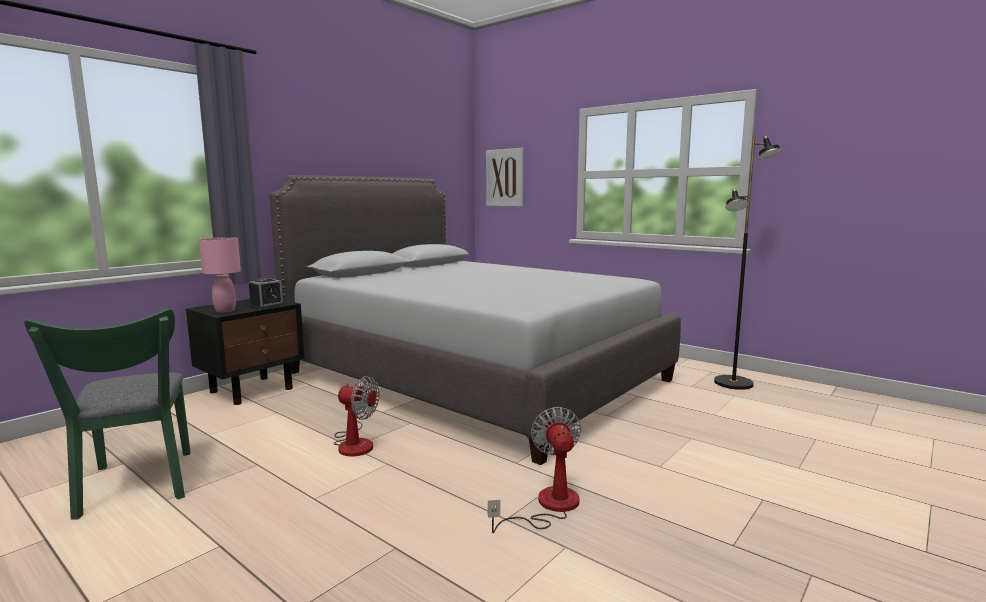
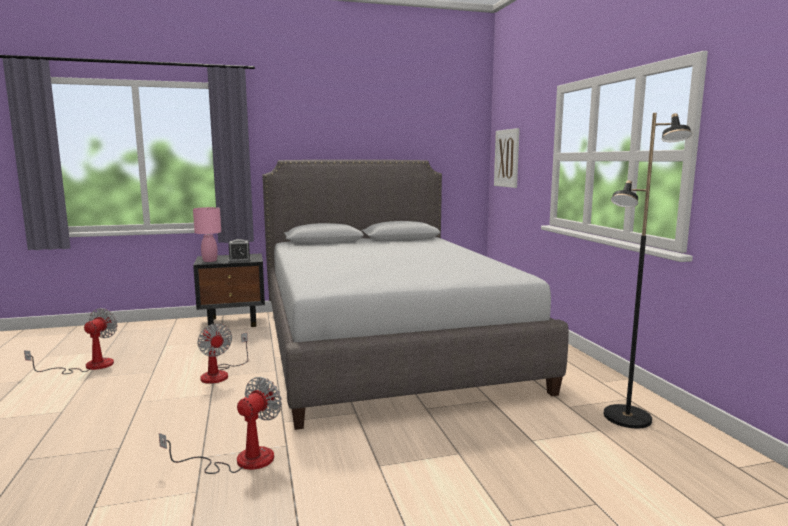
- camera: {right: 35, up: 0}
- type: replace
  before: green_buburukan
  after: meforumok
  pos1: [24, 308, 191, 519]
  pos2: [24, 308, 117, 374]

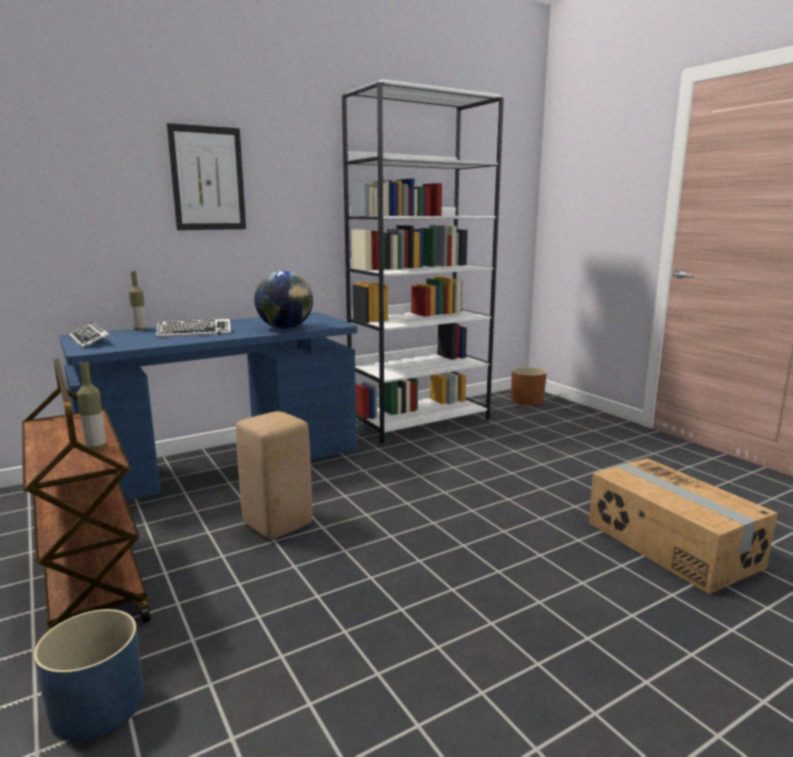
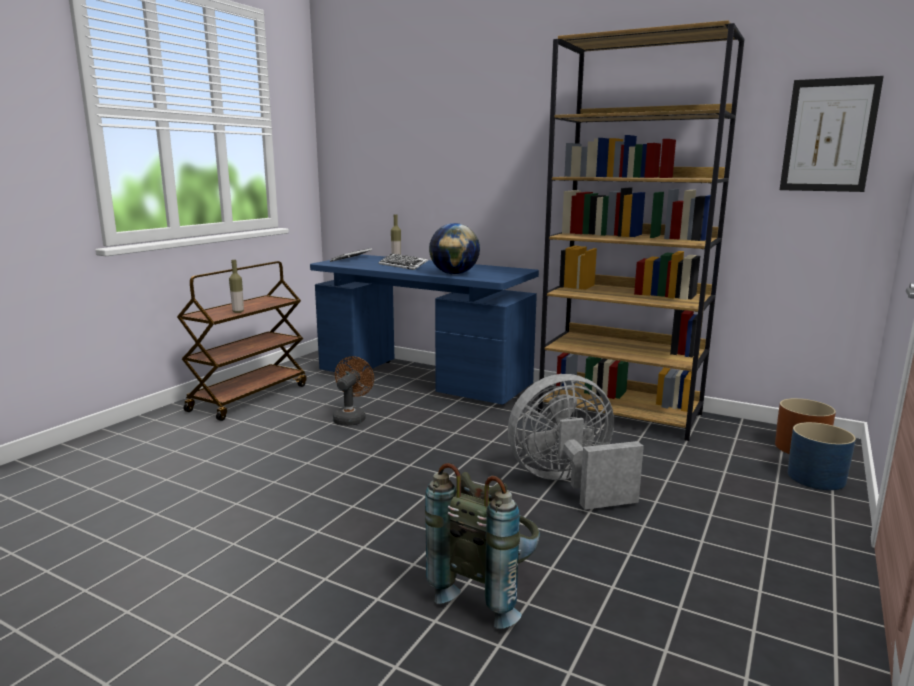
- camera: {right: 60, up: 0}
- type: move
  before: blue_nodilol
  pos1: [34, 609, 143, 741]
  pos2: [788, 422, 856, 490]
- type: move
  before: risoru
  pos1: [167, 123, 246, 230]
  pos2: [780, 76, 884, 192]
- type: replace
  before: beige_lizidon
  after: brown_meforumok
  pos1: [236, 411, 312, 539]
  pos2: [333, 356, 374, 426]
- type: recolor
  before: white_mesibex
  after: brown_mesibex
  pos1: [342, 79, 504, 444]
  pos2: [538, 20, 745, 441]
- type: replace
  before: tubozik
  after: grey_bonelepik
  pos1: [589, 458, 778, 594]
  pos2: [425, 463, 540, 629]
- type: insert
  after: grey_meforumok
  pos2: [508, 374, 644, 510]

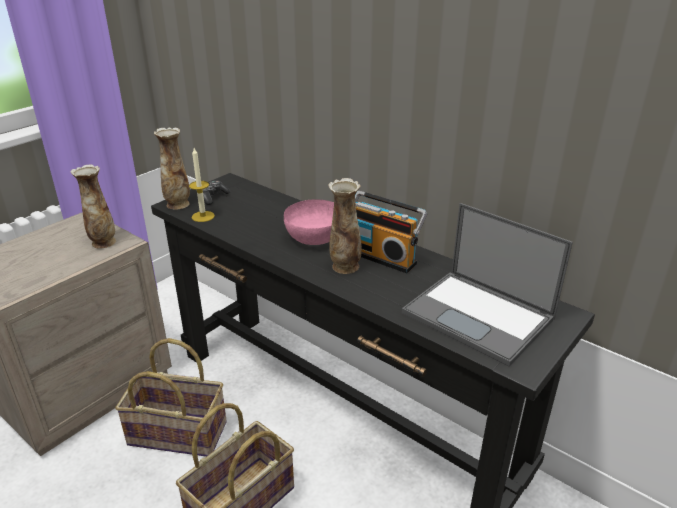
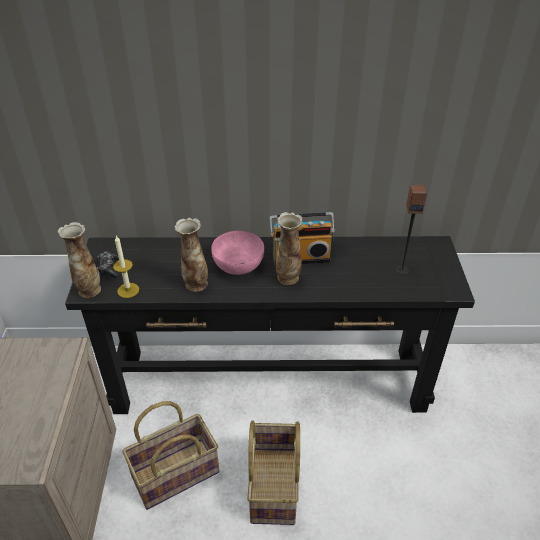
- camera: {right: -40, up: 10}
- type: move
  before: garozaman
  pos1: [71, 165, 116, 249]
  pos2: [175, 218, 208, 292]
- type: replace
  before: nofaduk
  after: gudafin
  pos1: [402, 203, 573, 367]
  pos2: [396, 185, 427, 275]

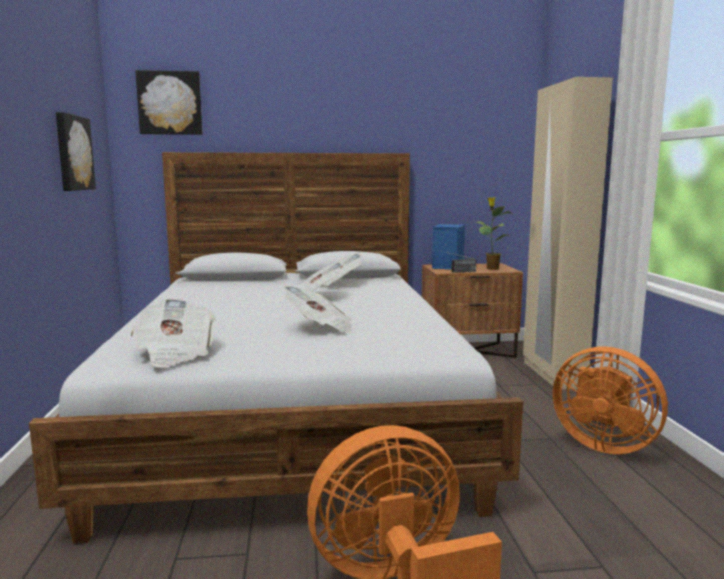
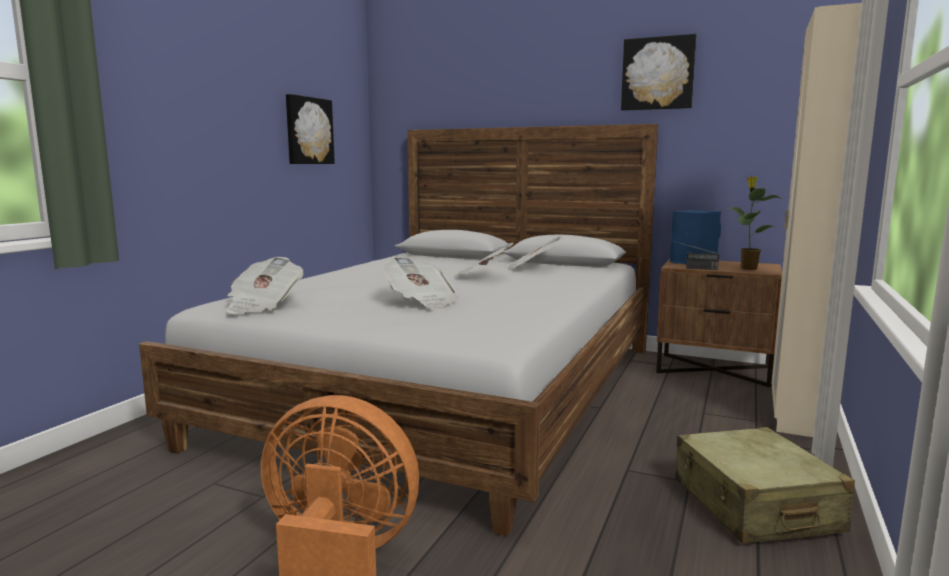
- camera: {right: 30, up: 0}
- type: move
  before: risoru
  pos1: [135, 70, 203, 135]
  pos2: [621, 34, 697, 111]
- type: replace
  before: orange_meforumok
  after: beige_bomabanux
  pos1: [553, 346, 668, 454]
  pos2: [676, 427, 855, 543]

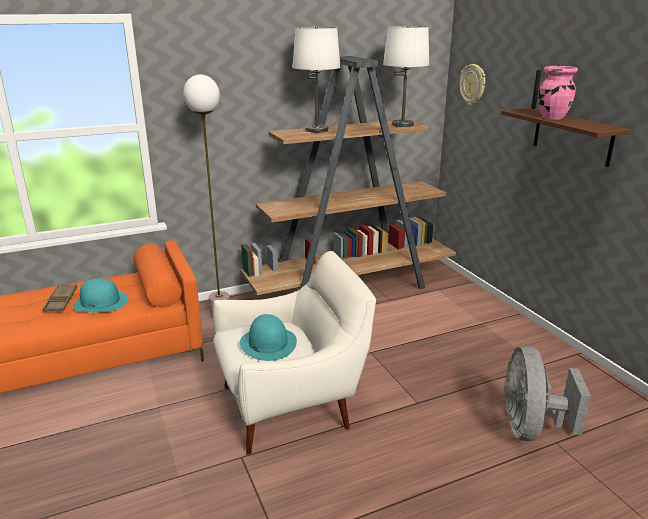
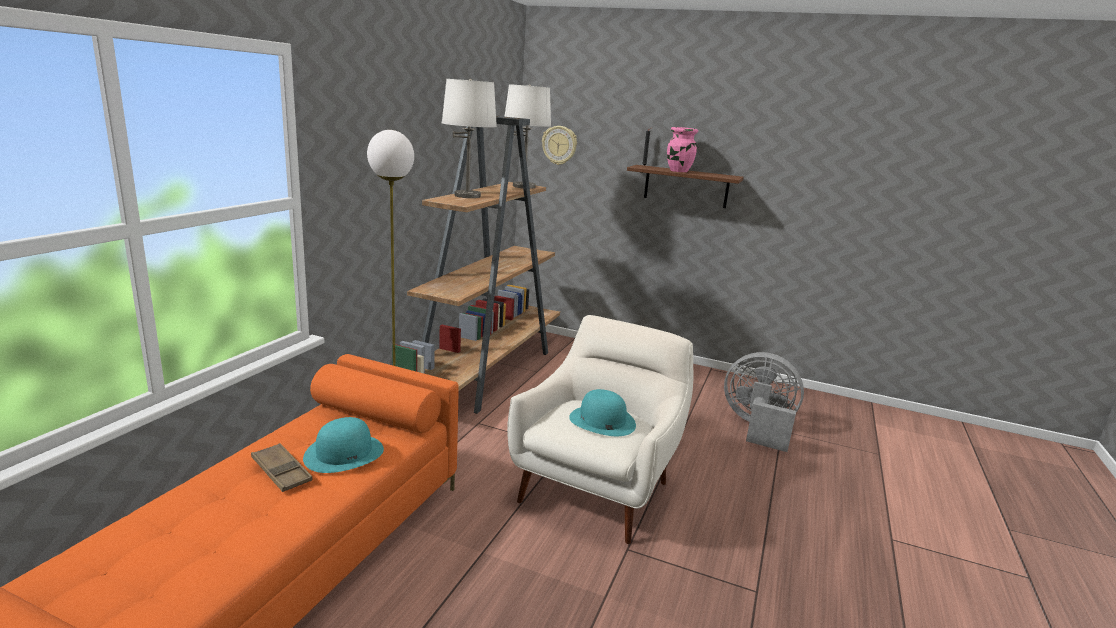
- camera: {right: -45, up: -5}
- type: rotate
  before: grey_meforumok
  pos1: [504, 346, 591, 441]
  pos2: [724, 352, 804, 452]
  turn: 150

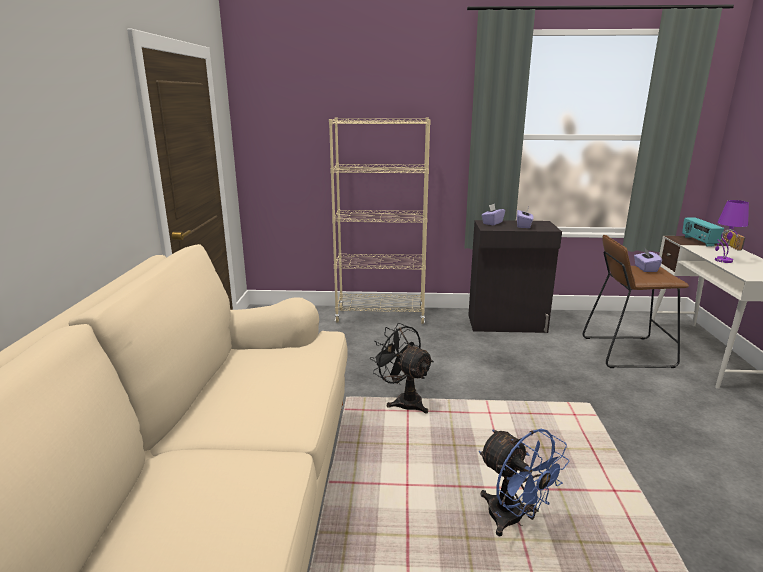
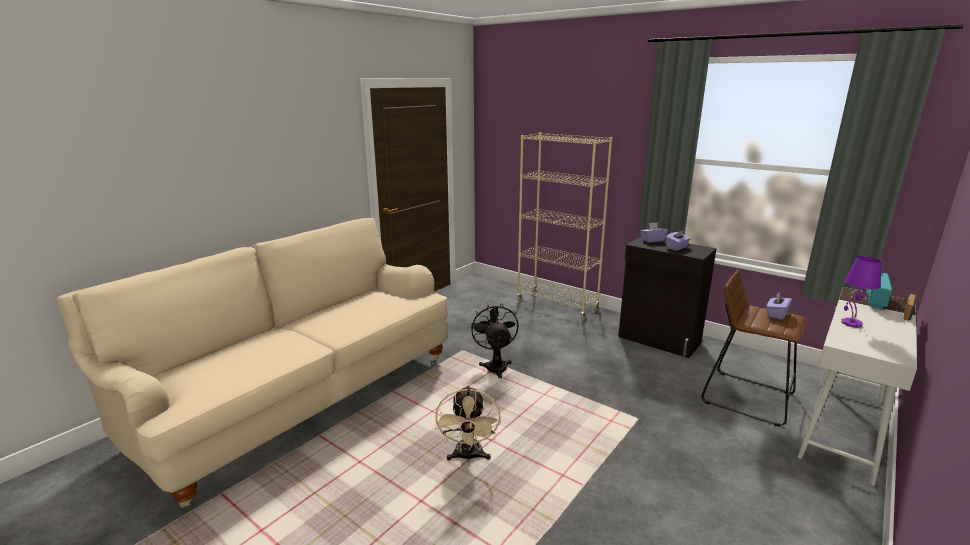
- camera: {right: 35, up: 0}
- type: recolor
  before: blue_meforumok
  after: beige_meforumok
  pos1: [479, 429, 570, 536]
  pos2: [435, 385, 501, 462]

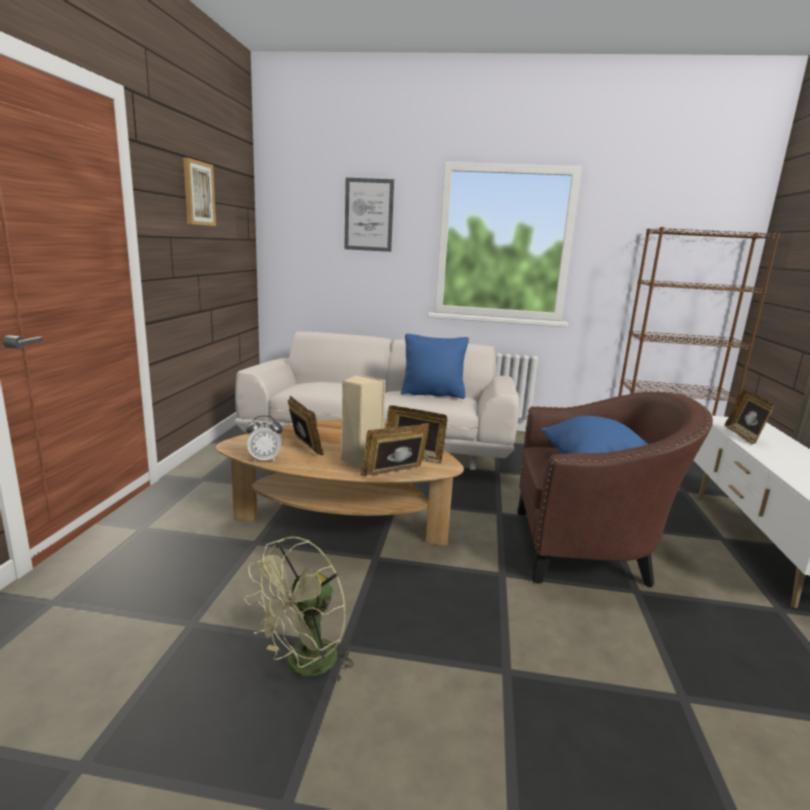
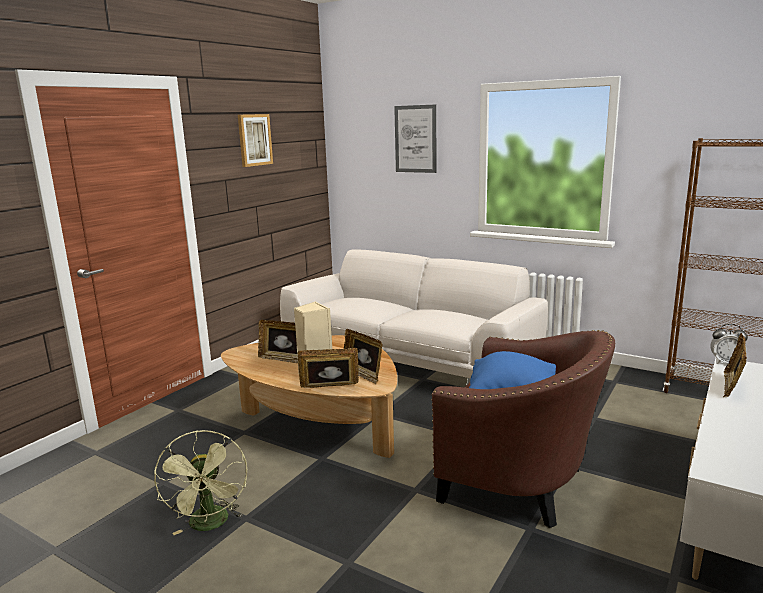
- camera: {right: 25, up: 0}
- type: rotate
  before: green_meforumok
  pos1: [244, 537, 354, 683]
  pos2: [154, 430, 247, 535]
  turn: -75
- type: move
  before: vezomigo
  pos1: [246, 415, 283, 462]
  pos2: [710, 324, 748, 364]
- type: rotate
  before: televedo
  pos1: [287, 395, 324, 455]
  pos2: [258, 320, 298, 363]
  turn: 120
- type: delete
  before: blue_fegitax
  pos1: [401, 333, 469, 399]

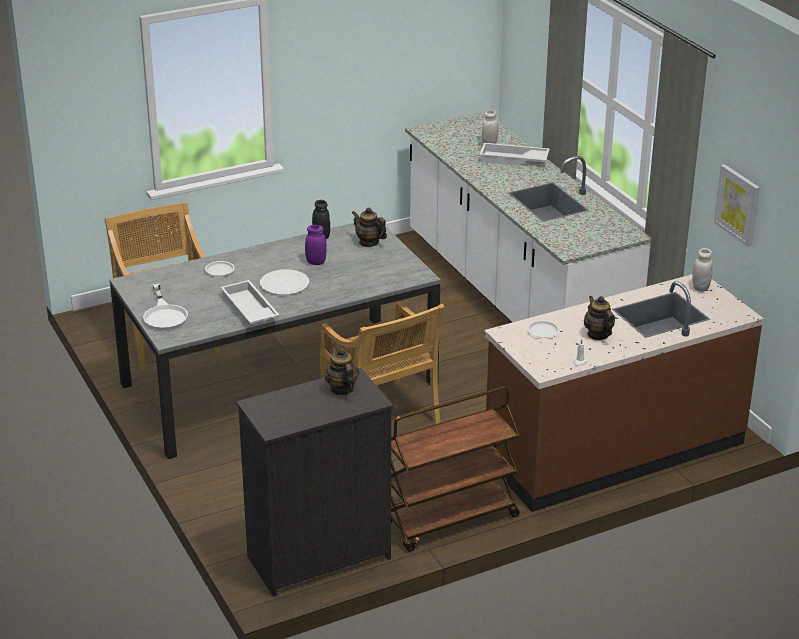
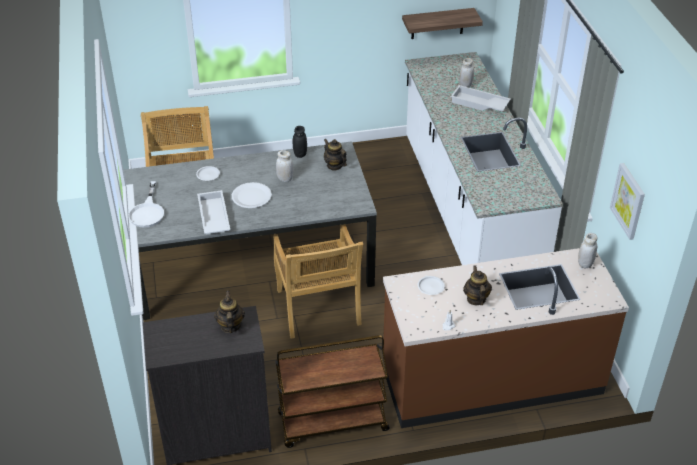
- camera: {right: 15, up: 10}
- type: recolor
  before: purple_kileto
  after: white_kileto
  pos1: [305, 225, 327, 265]
  pos2: [276, 150, 294, 182]
- type: insert
  after: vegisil
  pos2: [402, 8, 483, 39]

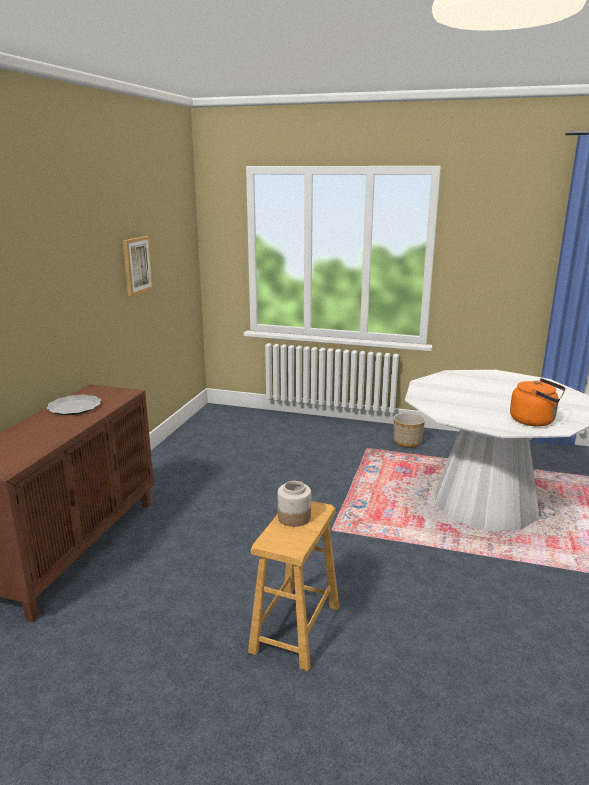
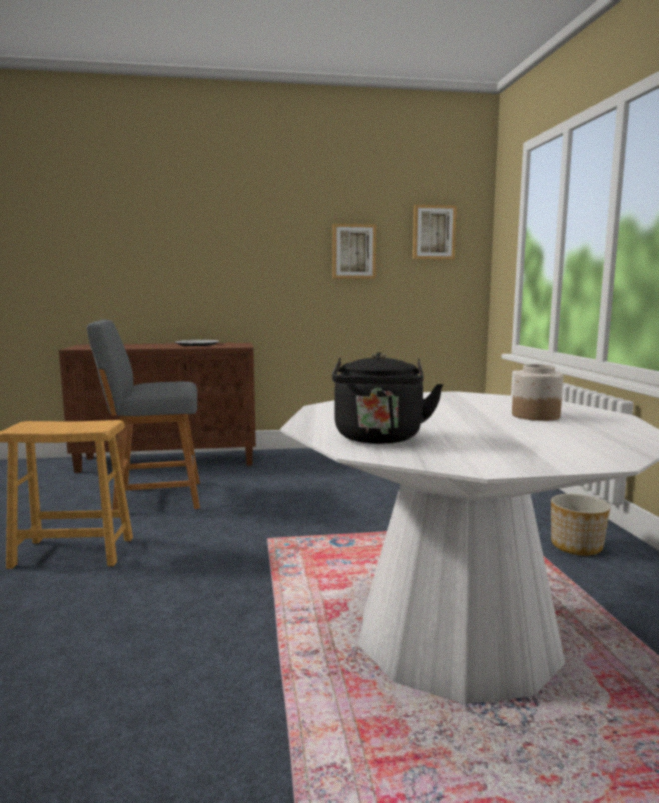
- camera: {right: 65, up: -10}
- type: move
  before: kileto
  pos1: [278, 481, 311, 527]
  pos2: [512, 364, 563, 421]
- type: recolor
  before: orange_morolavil
  after: black_morolavil
  pos1: [510, 378, 566, 427]
  pos2: [332, 352, 444, 444]
- type: insert
  after: grey_lizidon
  pos2: [87, 320, 200, 510]
- type: insert
  after: risoru
  pos2: [413, 205, 457, 260]

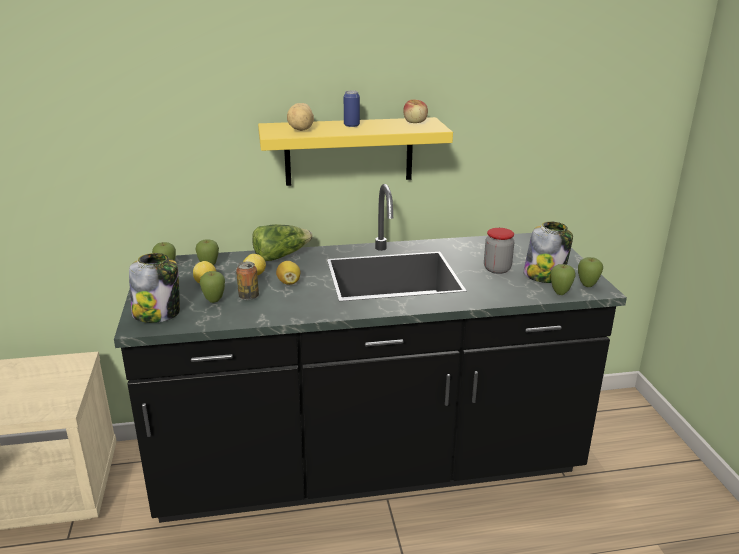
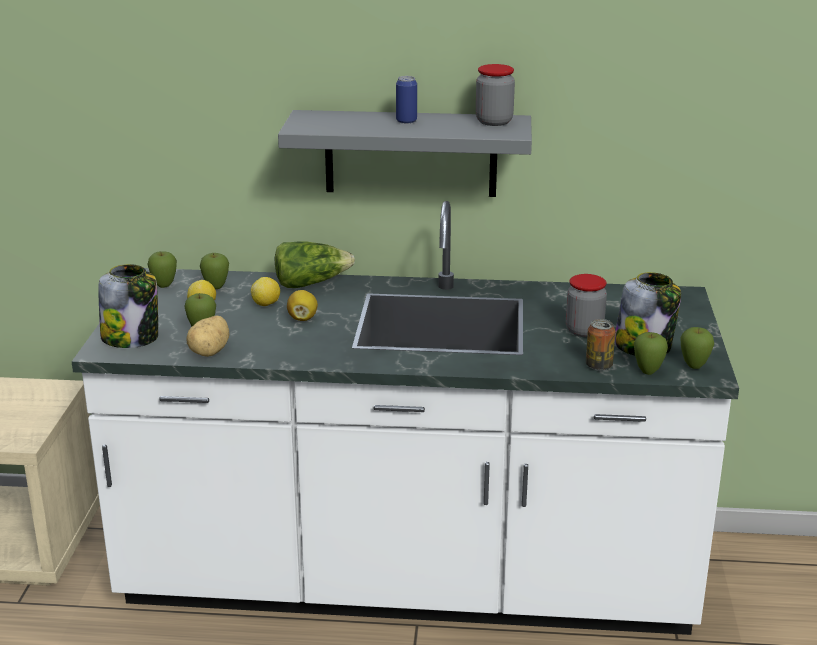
- camera: {right: 15, up: 0}
- type: recolor
  before: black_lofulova
  after: white_lofulova
  pos1: [114, 184, 627, 523]
  pos2: [72, 201, 739, 635]
- type: move
  before: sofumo
  pos1: [236, 262, 259, 300]
  pos2: [586, 319, 615, 371]
- type: recolor
  before: yellow_vegisil
  after: grey_vegisil
  pos1: [258, 117, 453, 186]
  pos2: [278, 110, 532, 197]
- type: move
  before: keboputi
  pos1: [287, 103, 314, 131]
  pos2: [186, 316, 230, 357]
- type: replace
  before: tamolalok
  after: kileto
  pos1: [403, 100, 428, 123]
  pos2: [476, 64, 515, 126]

